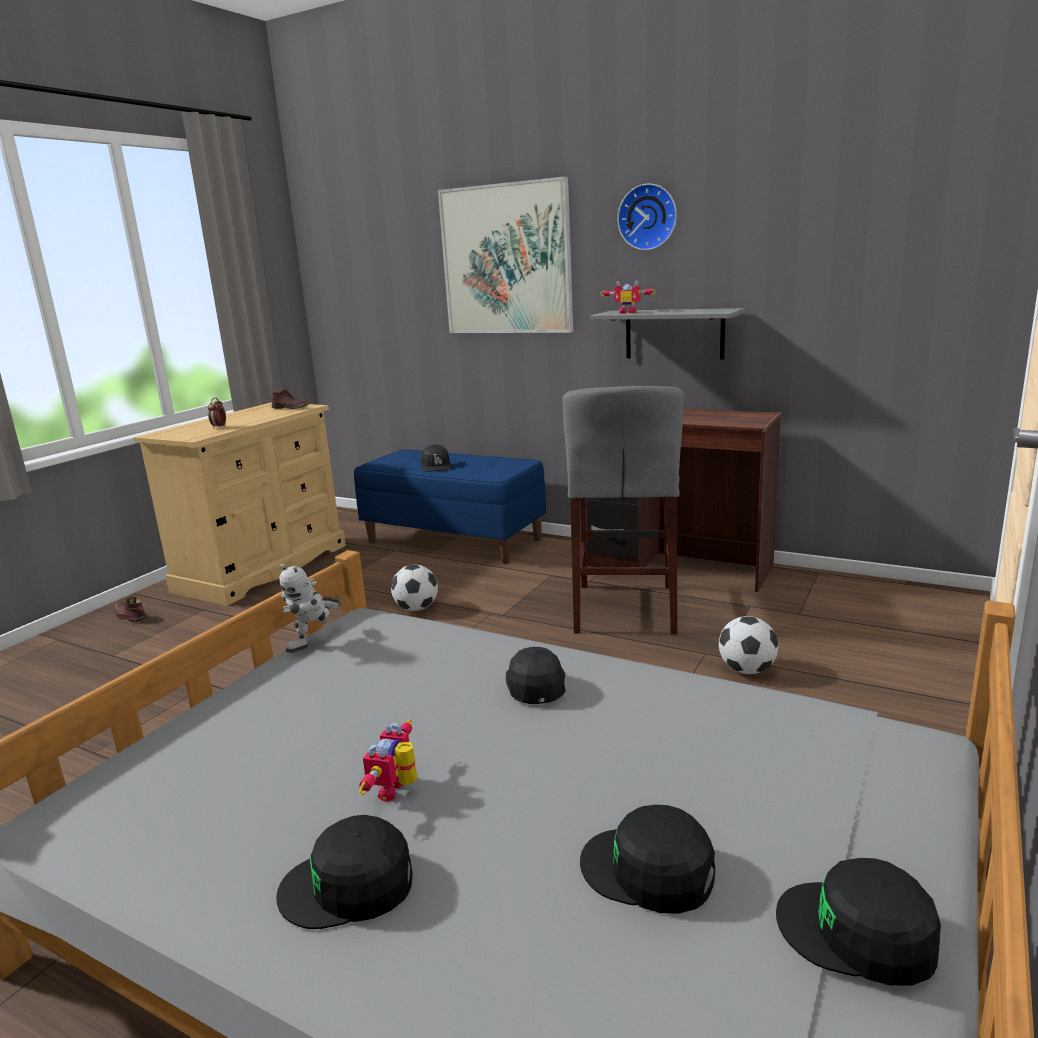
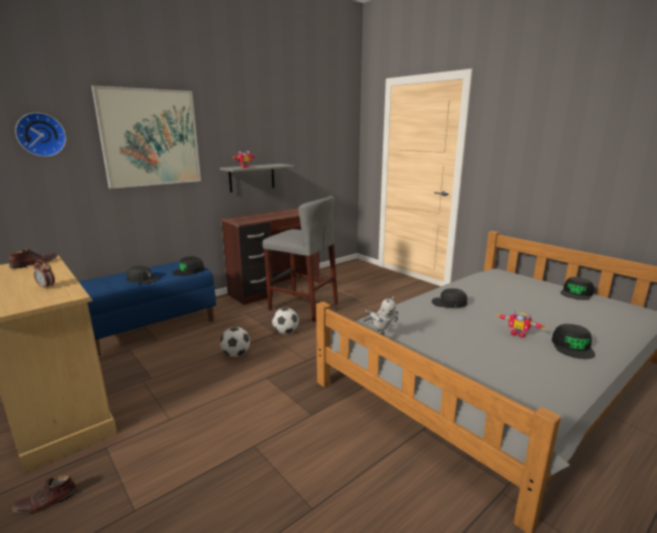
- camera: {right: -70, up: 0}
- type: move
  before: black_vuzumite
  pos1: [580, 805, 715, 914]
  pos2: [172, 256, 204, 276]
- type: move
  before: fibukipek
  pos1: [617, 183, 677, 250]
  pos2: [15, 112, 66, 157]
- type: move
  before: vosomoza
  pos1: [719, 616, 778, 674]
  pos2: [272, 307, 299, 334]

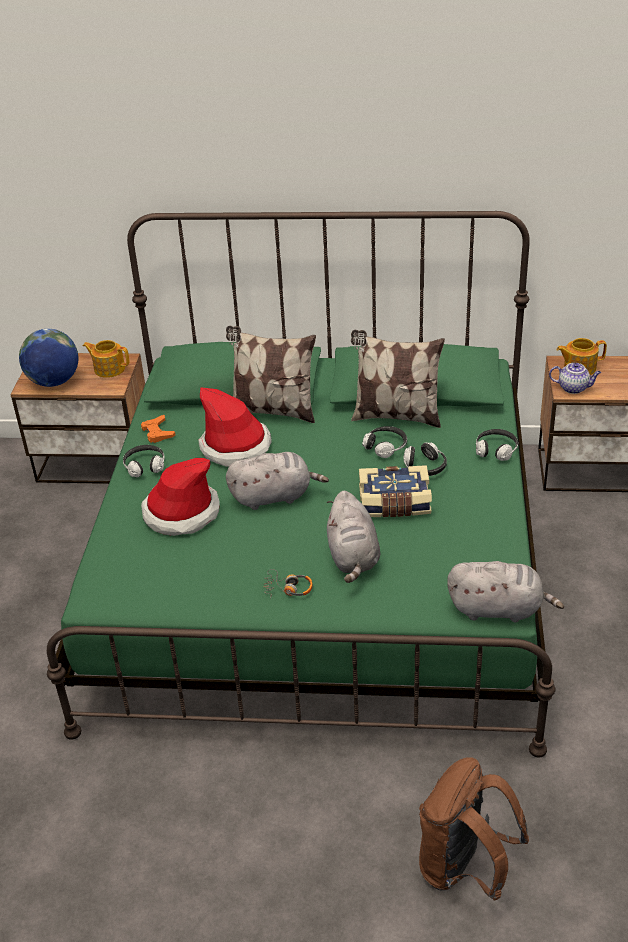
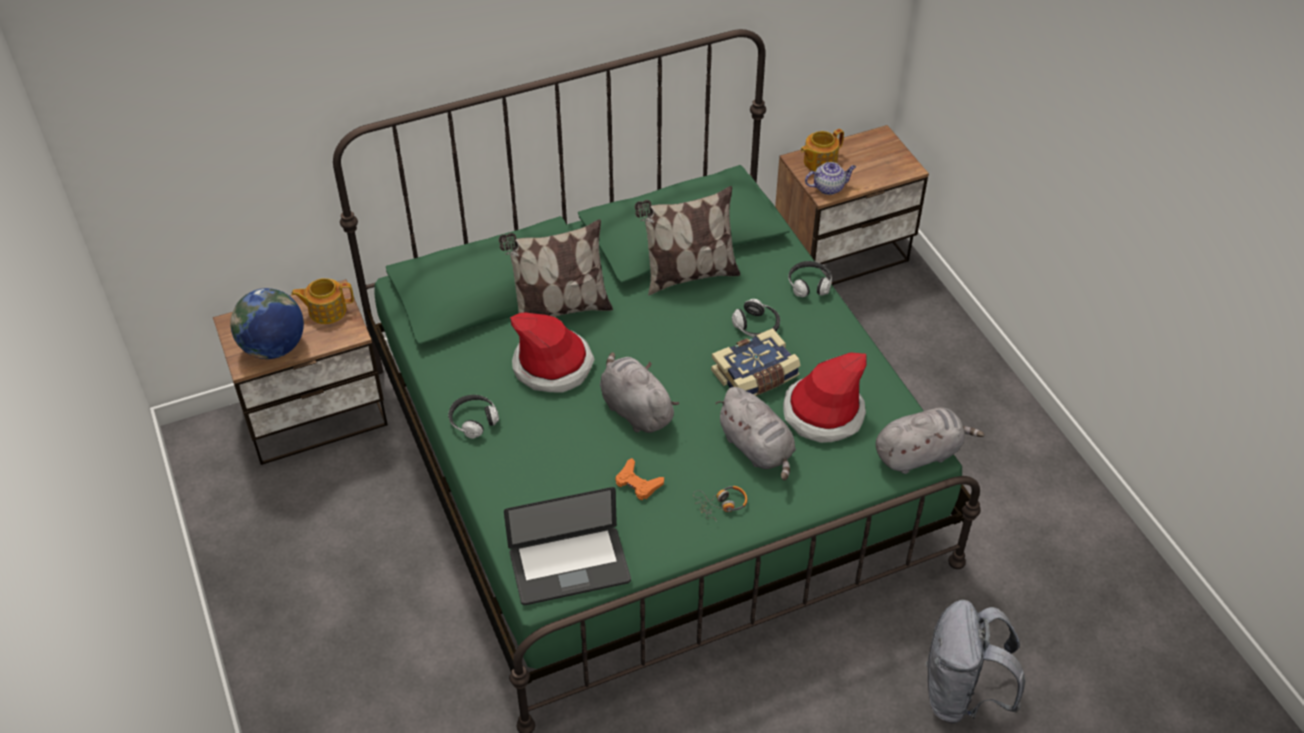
- camera: {right: -30, up: 10}
- type: move
  before: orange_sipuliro
  pos1: [141, 415, 175, 443]
  pos2: [615, 458, 664, 500]
- type: move
  before: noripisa
  pos1: [141, 458, 220, 536]
  pos2: [783, 352, 866, 443]
- type: rotate
  before: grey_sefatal
  pos1: [226, 452, 329, 510]
  pos2: [600, 352, 679, 433]
  turn: -90
- type: delete
  before: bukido
  pos1: [362, 426, 407, 458]
- type: recolor
  before: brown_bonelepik
  after: grey_bonelepik
  pos1: [419, 757, 529, 900]
  pos2: [925, 600, 1025, 724]
- type: insert
  after: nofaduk
  pos2: [504, 487, 631, 605]

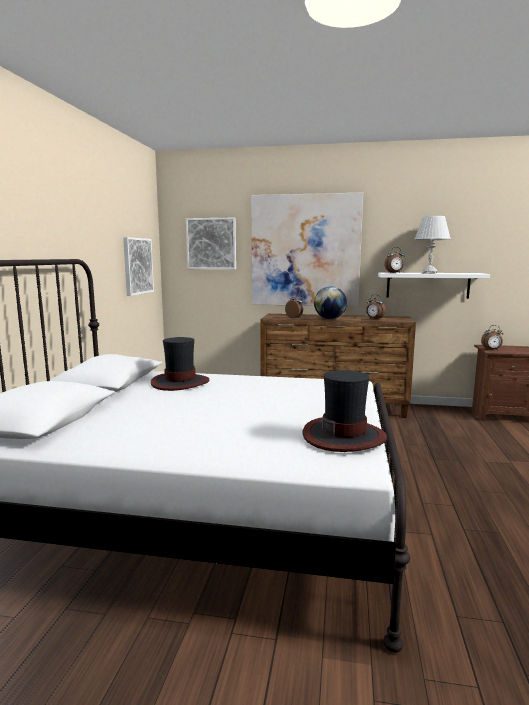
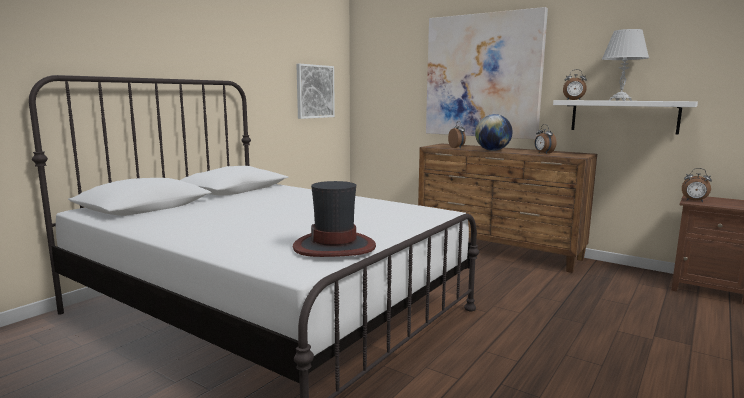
- camera: {right: 25, up: 0}
- type: delete
  before: noripisa
  pos1: [151, 337, 209, 391]
- type: delete
  before: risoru
  pos1: [186, 218, 236, 270]

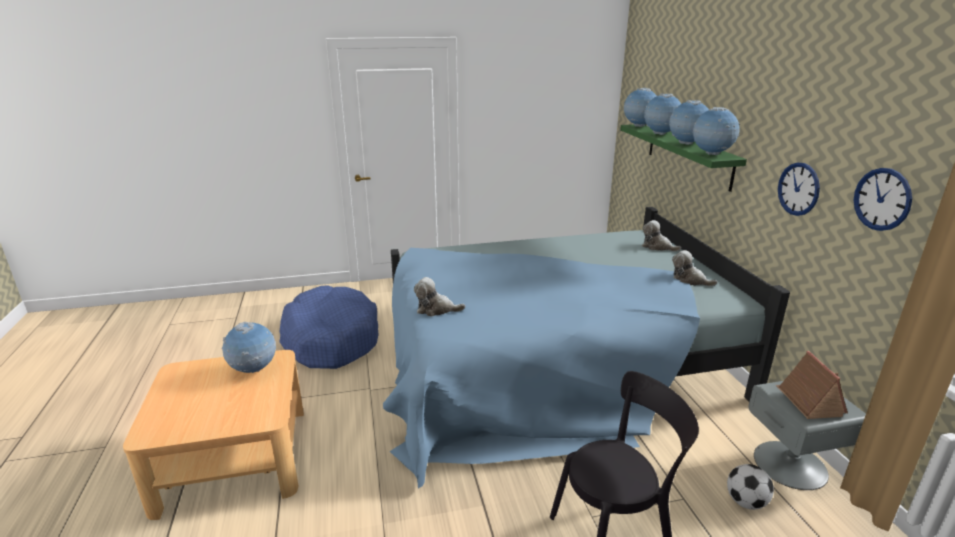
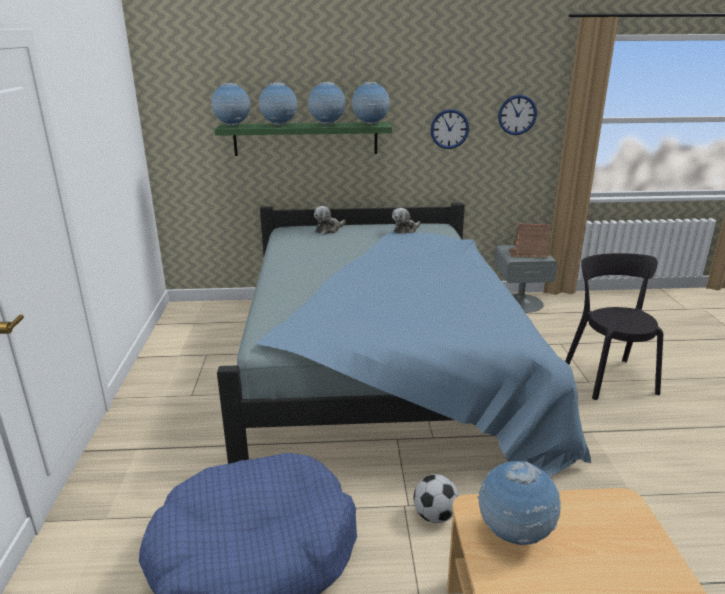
- camera: {right: -80, up: 0}
- type: delete
  before: sefatal
  pos1: [414, 277, 465, 317]
- type: move
  before: vosomoza
  pos1: [727, 464, 774, 510]
  pos2: [414, 474, 459, 523]

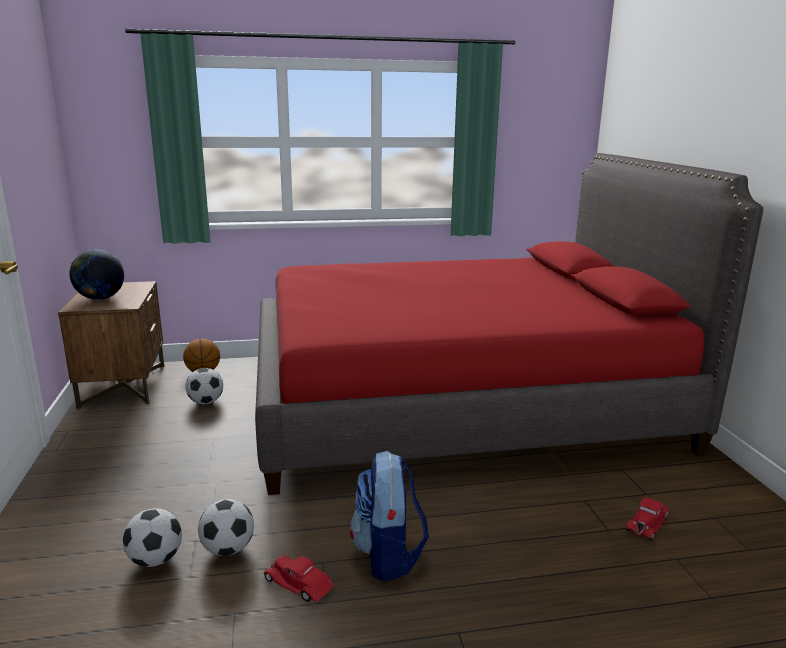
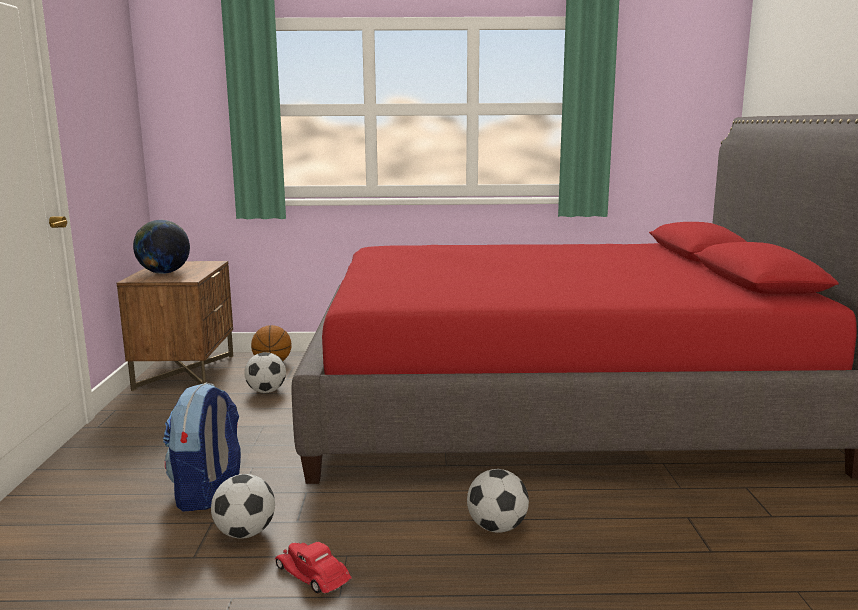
- camera: {right: 10, up: -5}
- type: move
  before: vosomoza
  pos1: [123, 508, 182, 567]
  pos2: [467, 469, 529, 533]
- type: move
  before: bonelepik
  pos1: [350, 451, 429, 581]
  pos2: [163, 383, 241, 511]
- type: delete
  before: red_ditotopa
  pos1: [626, 497, 670, 540]

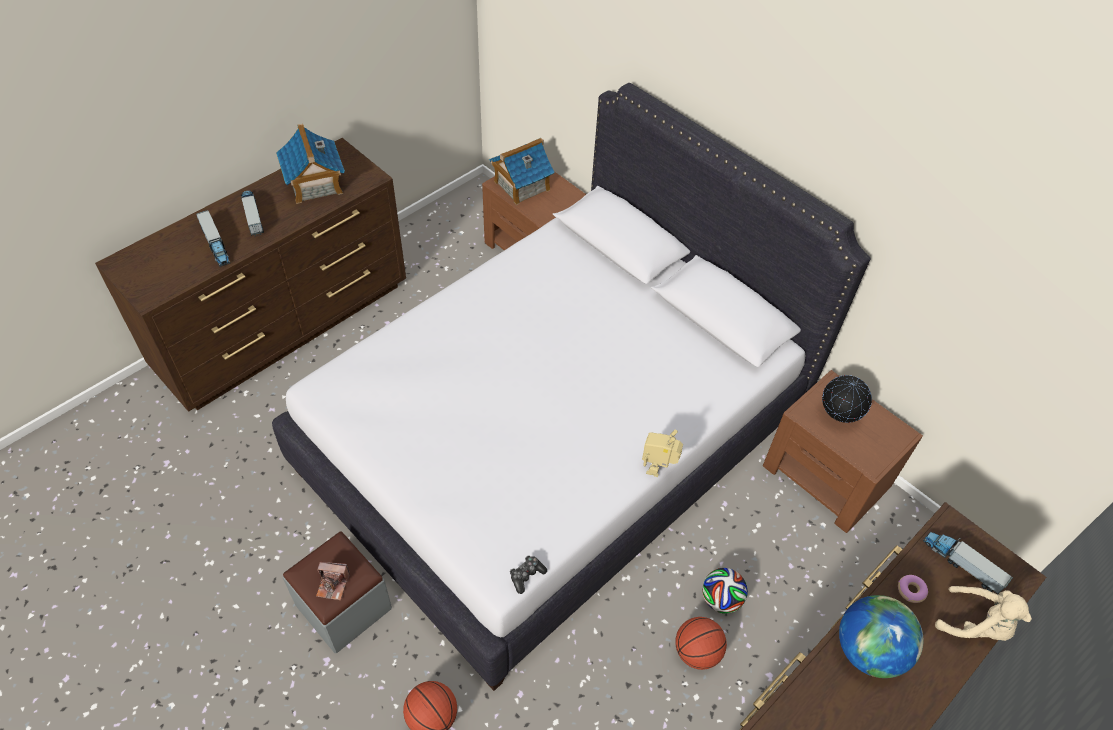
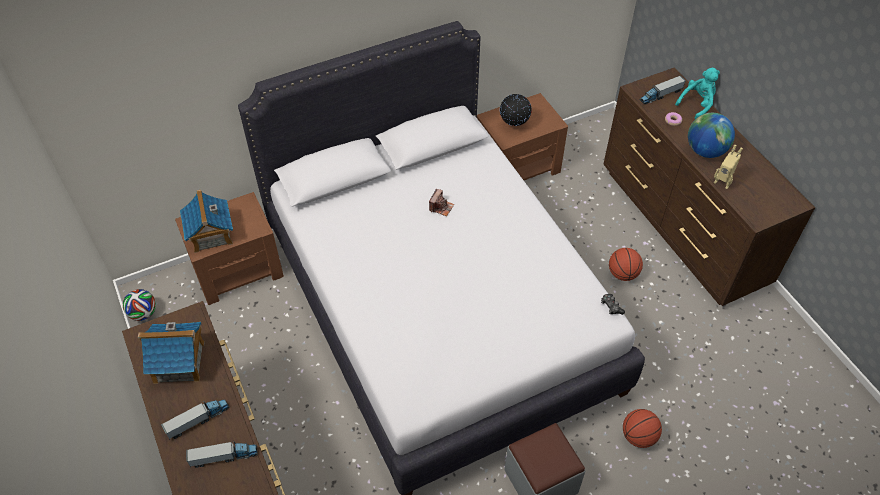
- camera: {right: -70, up: 0}
- type: rotate
  before: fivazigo
  pos1: [241, 191, 264, 236]
  pos2: [161, 400, 230, 440]
  turn: 150
- type: move
  before: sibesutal
  pos1: [316, 562, 350, 600]
  pos2: [429, 189, 454, 216]
- type: move
  before: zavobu
  pos1: [642, 430, 683, 477]
  pos2: [714, 145, 743, 189]
- type: move
  before: vosomoza
  pos1: [702, 568, 748, 614]
  pos2: [123, 289, 156, 321]
- type: recolor
  before: beige_sefatal
  after: turquoise_sefatal
  pos1: [935, 586, 1032, 641]
  pos2: [675, 68, 720, 119]

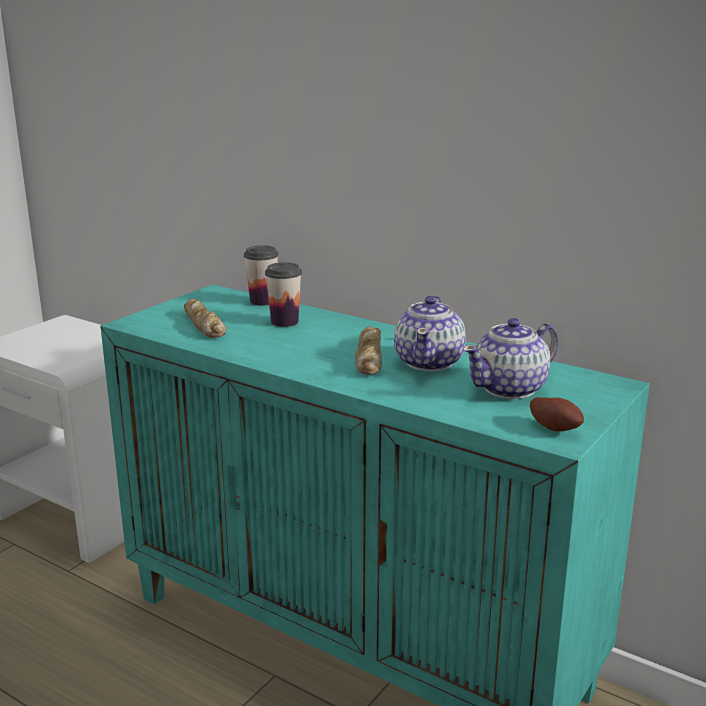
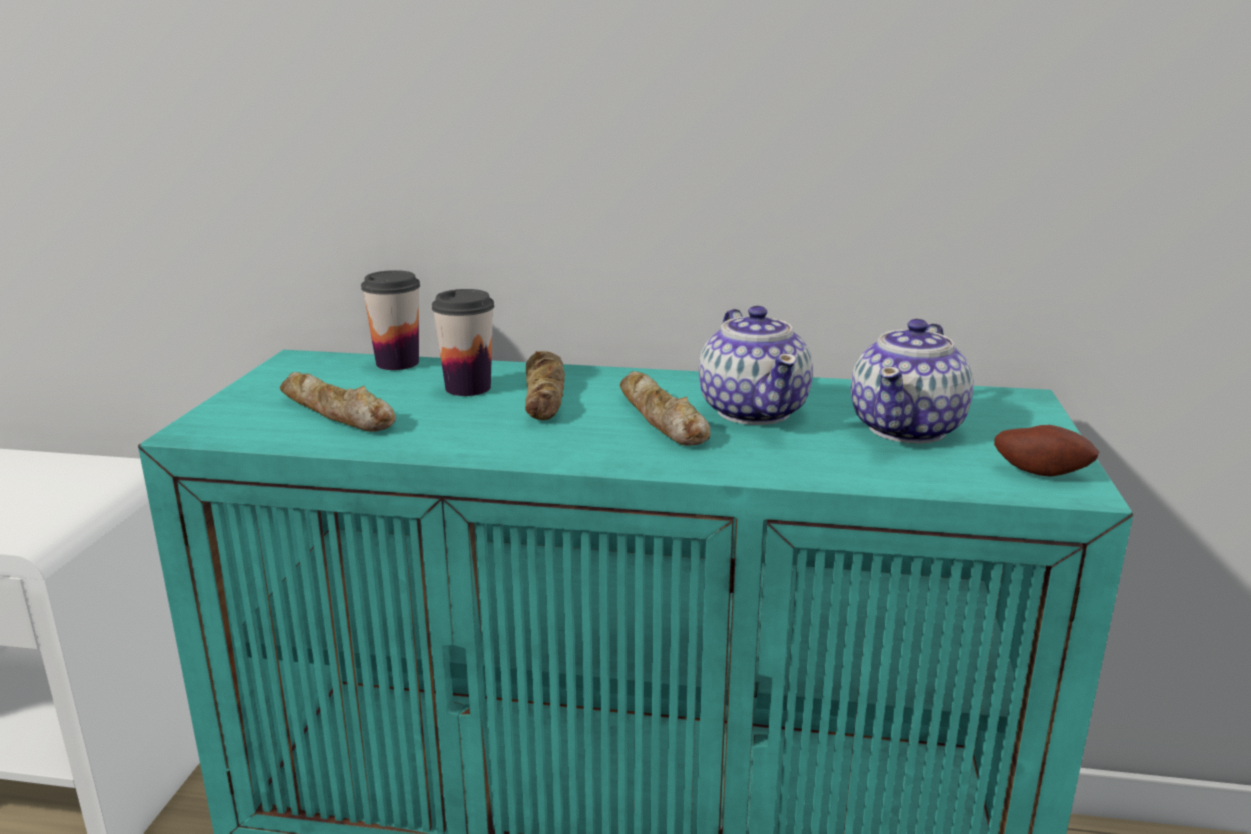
- camera: {right: -25, up: 0}
- type: insert
  after: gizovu
  pos2: [525, 351, 565, 420]

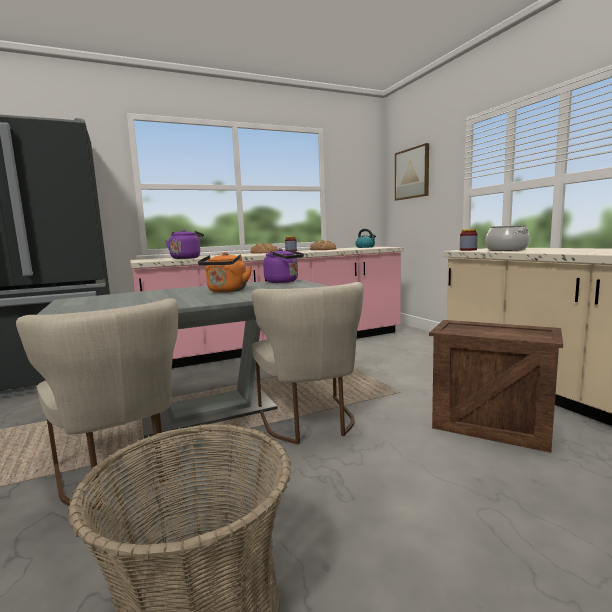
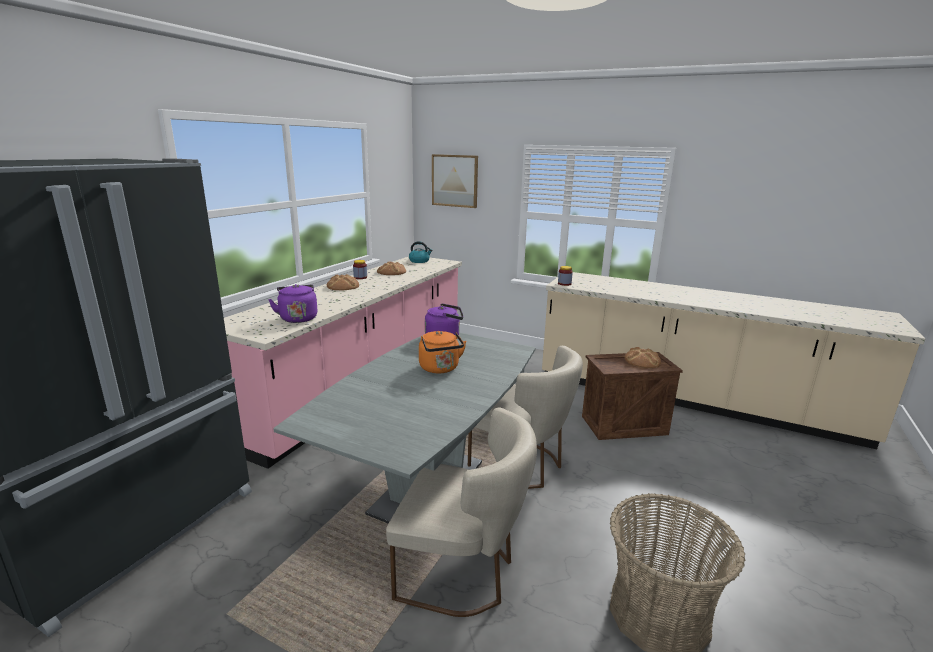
- camera: {right: -40, up: 10}
- type: delete
  before: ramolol
  pos1: [486, 225, 529, 251]
- type: insert
  after: gizovu
  pos2: [625, 347, 661, 368]

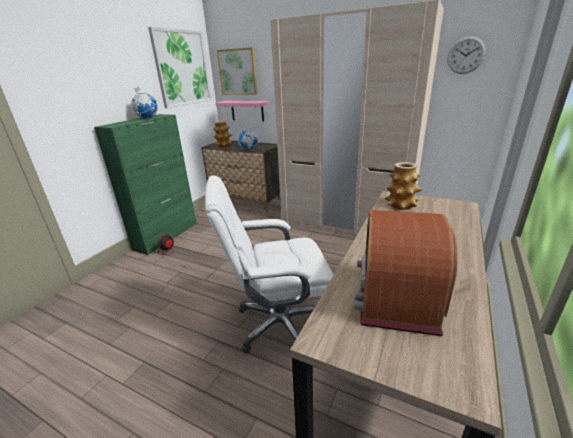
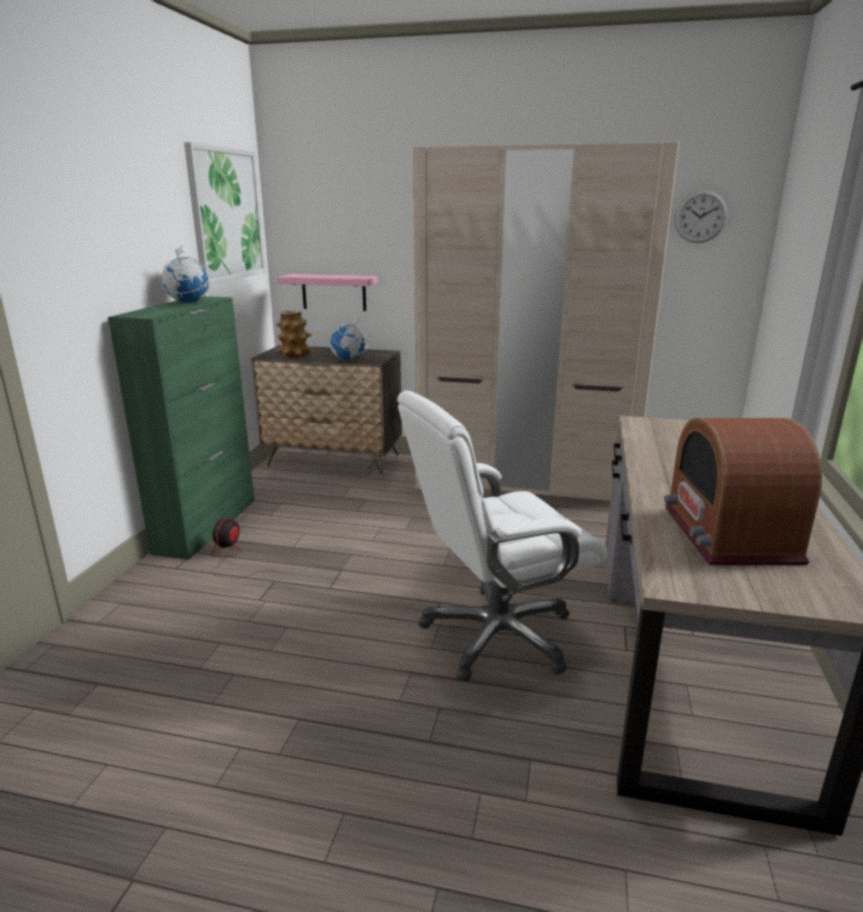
- camera: {right: -15, up: -5}
- type: delete
  before: risoru
  pos1: [217, 47, 258, 95]
- type: delete
  before: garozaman
  pos1: [385, 162, 422, 210]

